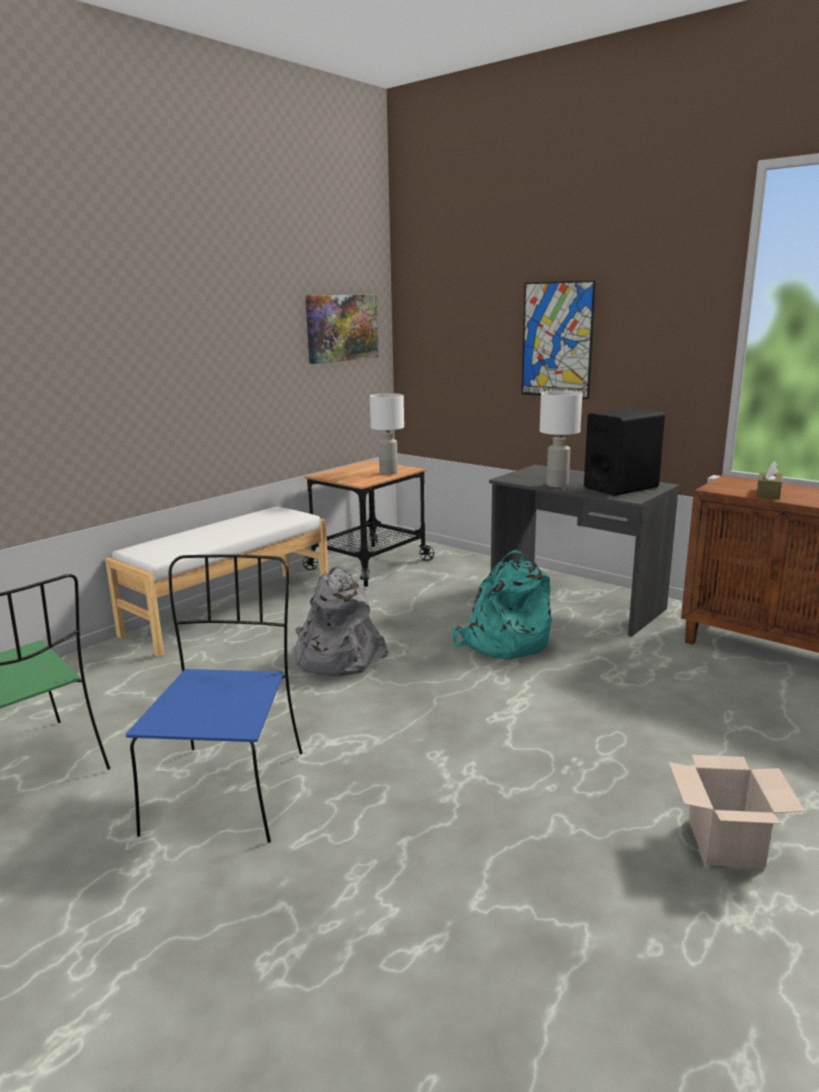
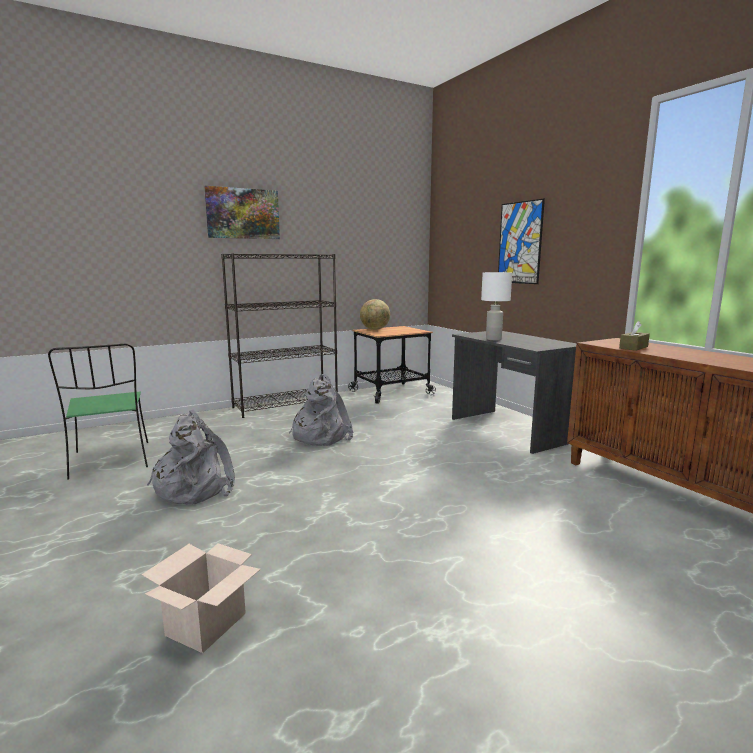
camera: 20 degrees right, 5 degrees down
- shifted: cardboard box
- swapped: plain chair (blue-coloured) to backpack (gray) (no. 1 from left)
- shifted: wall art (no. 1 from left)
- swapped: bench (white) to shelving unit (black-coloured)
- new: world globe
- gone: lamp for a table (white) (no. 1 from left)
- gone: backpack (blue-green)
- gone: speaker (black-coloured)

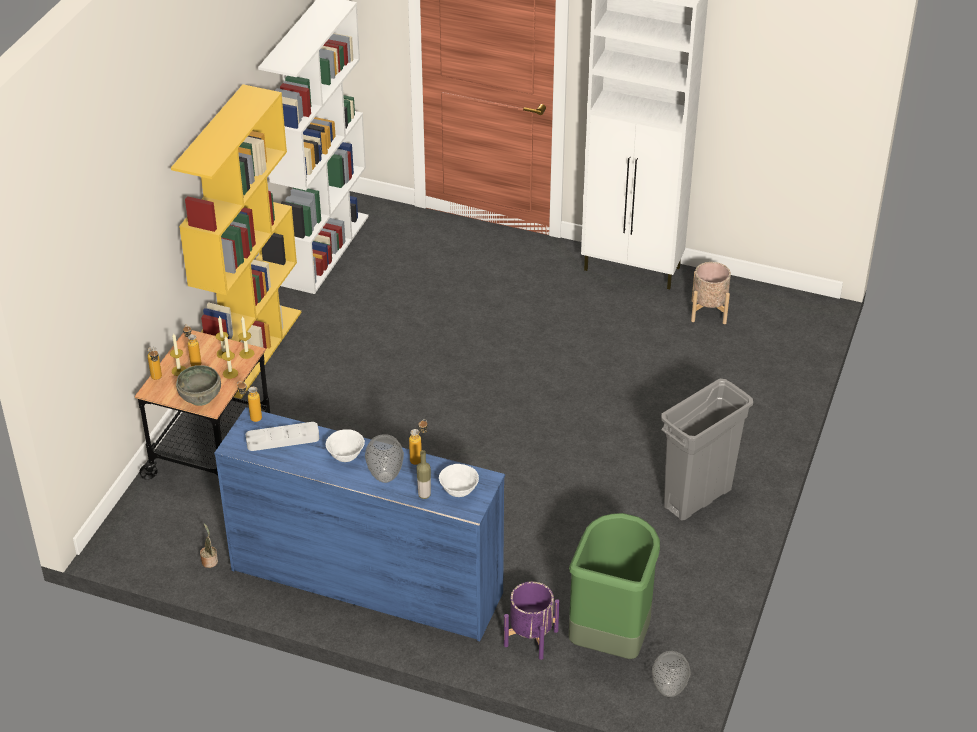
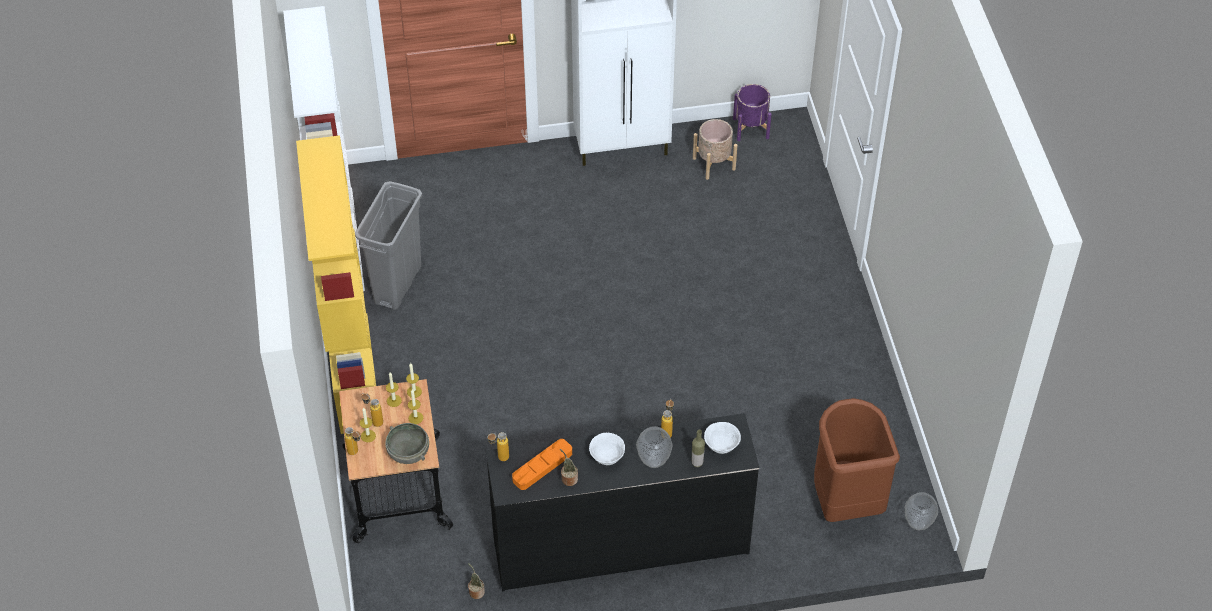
camera: 30 degrees left, 10 degrees up
- shifted: waste bin (gray)
- repainted: dresser (blue-coloured) to dresser (black-coloured)
- repainted: carrying tray (gray) to carrying tray (orange-coloured)
- new: plant in a pot (no. 2 from left)
- shifted: flower pot (purple-coloured)
- repainted: waste bin (green) to waste bin (brown-coloured)

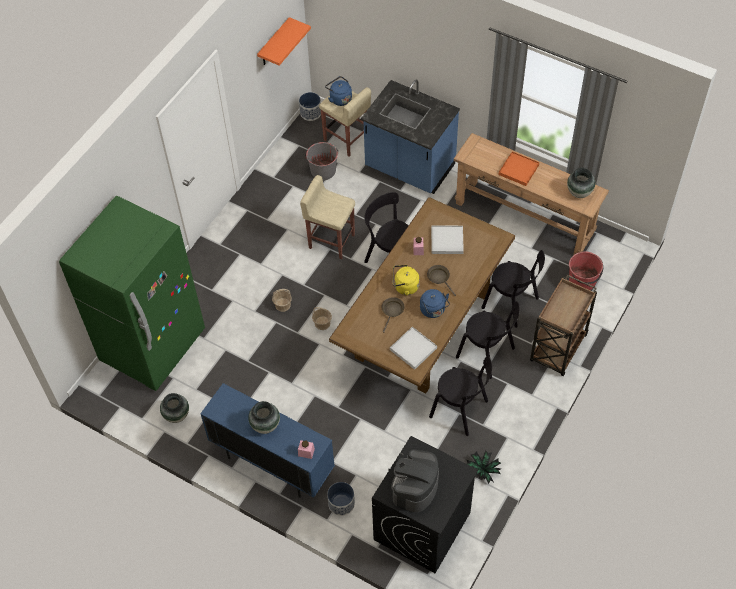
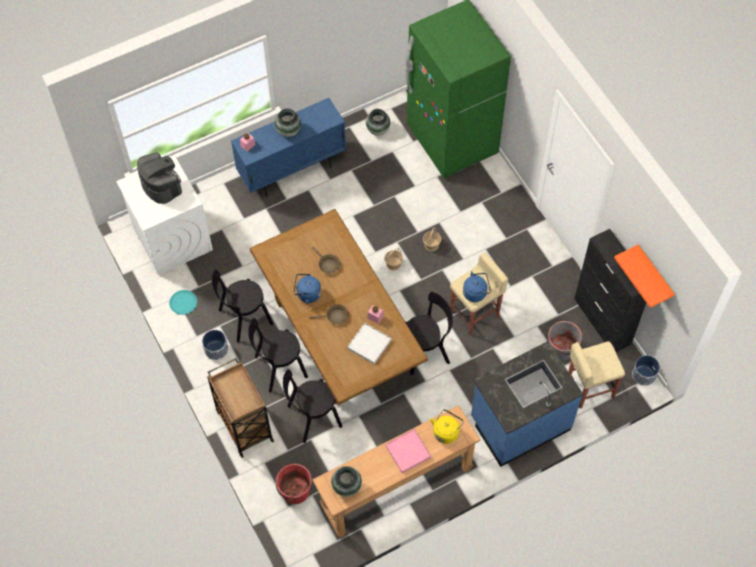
camera: 120 degrees right, 5 degrees up
- repainted: laundry appliance (black-coloured) to laundry appliance (white)
- swapped: plant in a pot to flat dish (blue-green)
- shifted: flower pot (no. 2 from left in the first image) to flower pot (no. 1 from left)
- repainted: carrying tray (orange-coloured) to carrying tray (pinkish)
- shifted: tea kettle (yellowish)
- shifted: tea kettle (blue-coloured) (no. 1 from left in the first image) to tea kettle (blue-coloured) (no. 2 from left)
- new: storage cabinet (black-coloured)
- gone: carrying tray (white) (no. 1 from left)

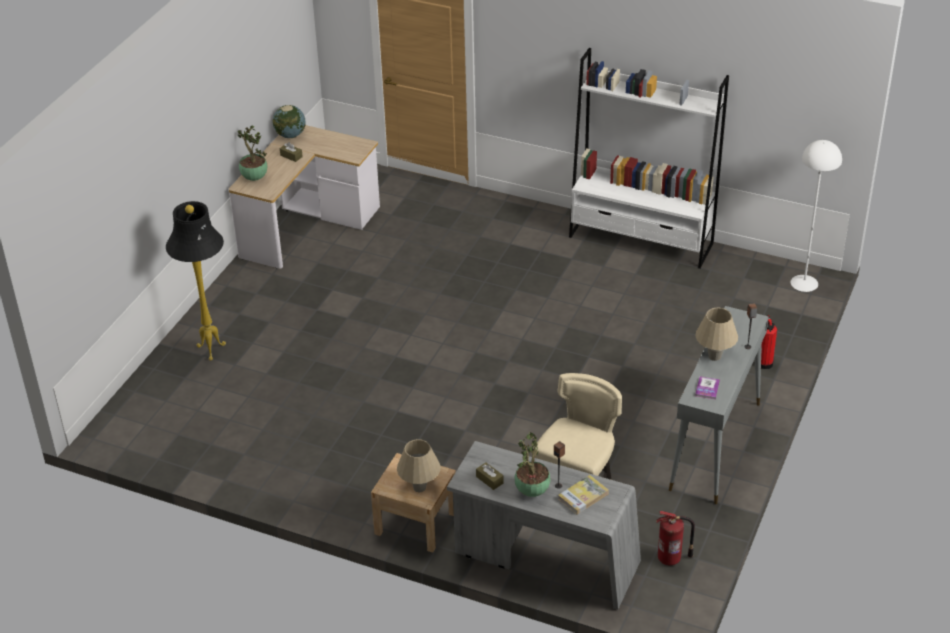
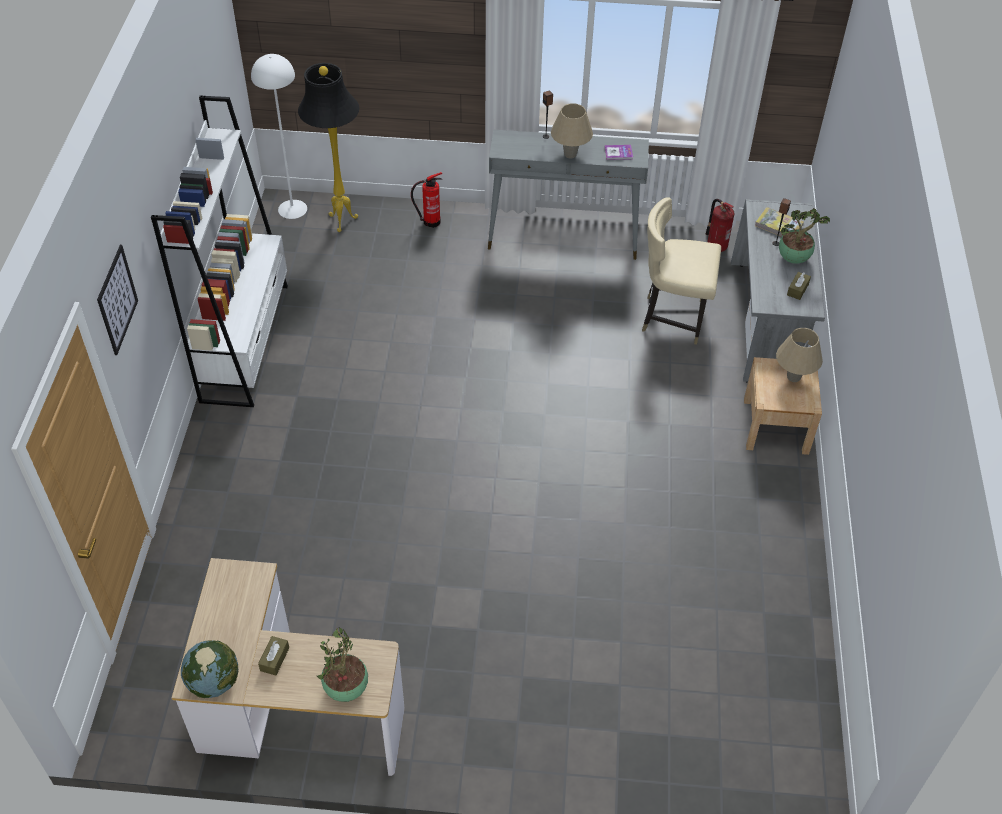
camera: 110 degrees left, 10 degrees up
- new: wall art
- shifted: standing lamp (black-coloured)

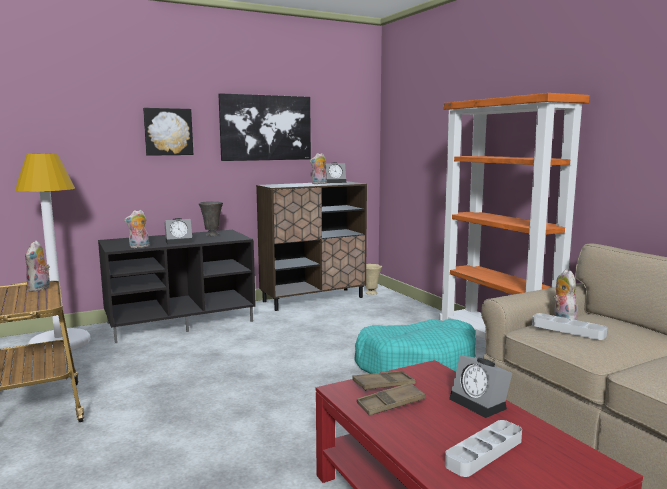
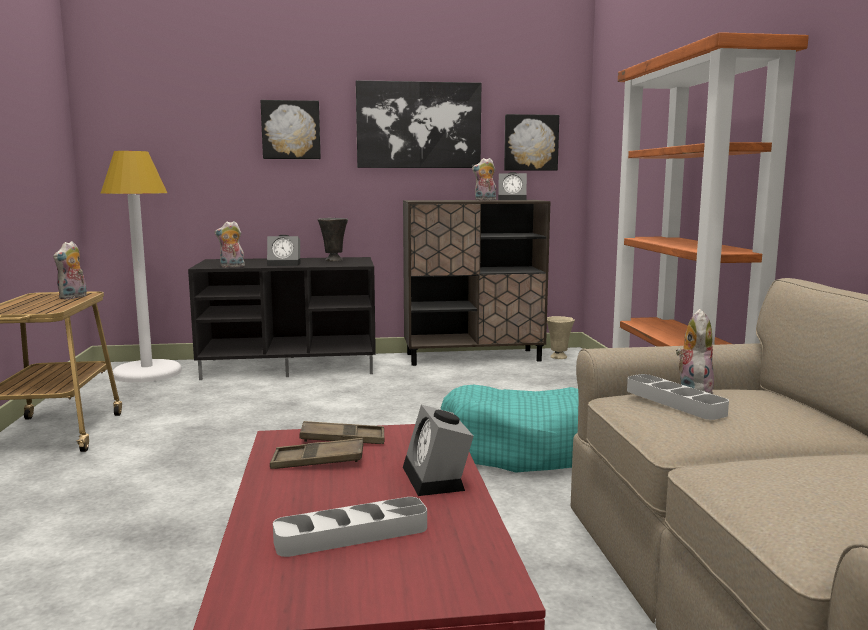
camera: 20 degrees right, 0 degrees up
- new: wall art (no. 3 from left)

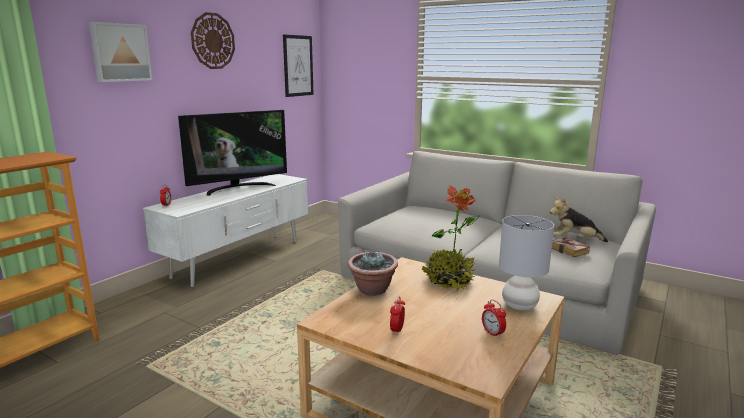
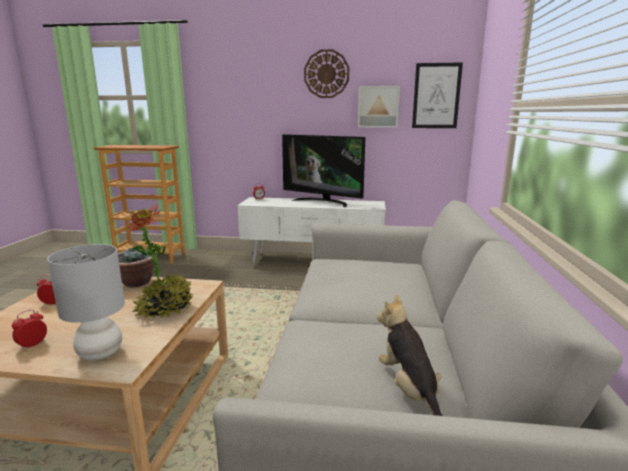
camera: 65 degrees right, 0 degrees up
- shifted: wall art (no. 1 from left)
- gone: volume

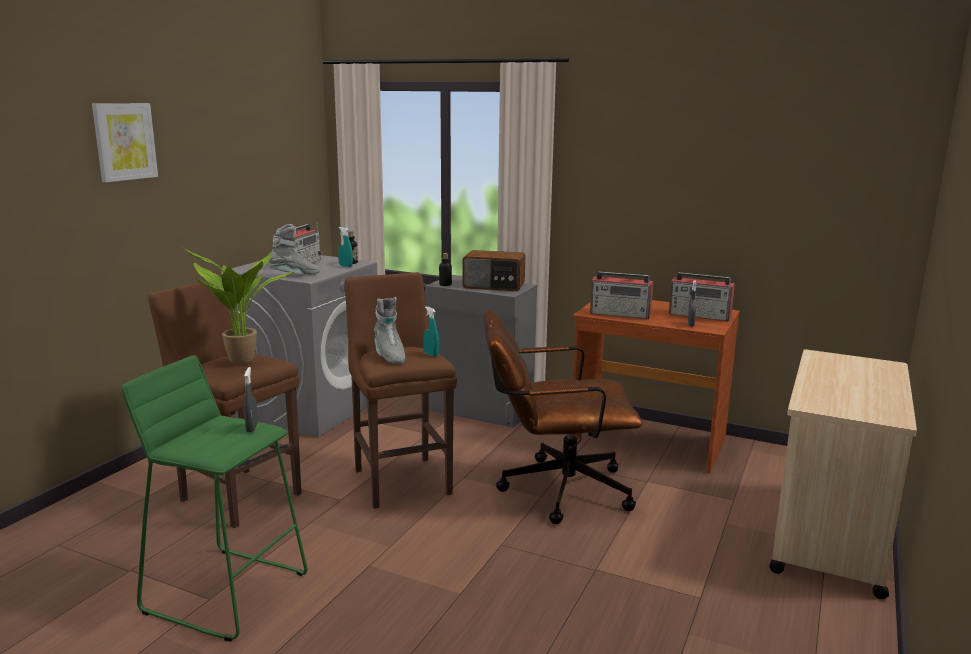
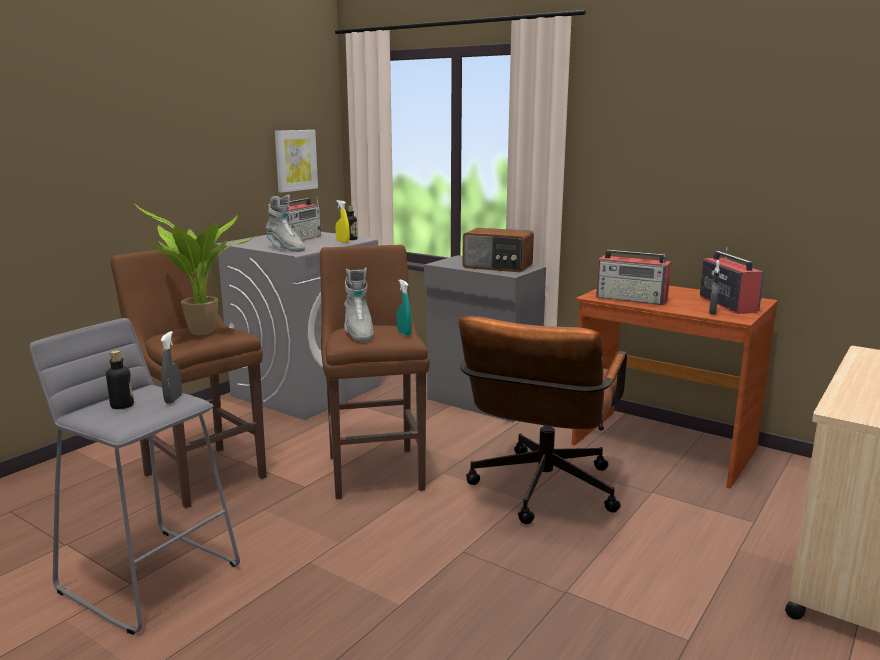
camera: 10 degrees right, 0 degrees up
- repainted: sitting stool (green) to sitting stool (gray)
- shifted: beverage bottle (no. 2 from left in the first image) to beverage bottle (no. 1 from left)
- rotated: boot (gray) (no. 1 from left) 60 degrees clockwise
- shifted: wall art
- repainted: sprayer (blue-green) (no. 1 from left) to sprayer (yellowish)
- rotated: office chair (brown-coloured) 75 degrees counterclockwise
- rotated: radio (no. 4 from left) 135 degrees counterclockwise

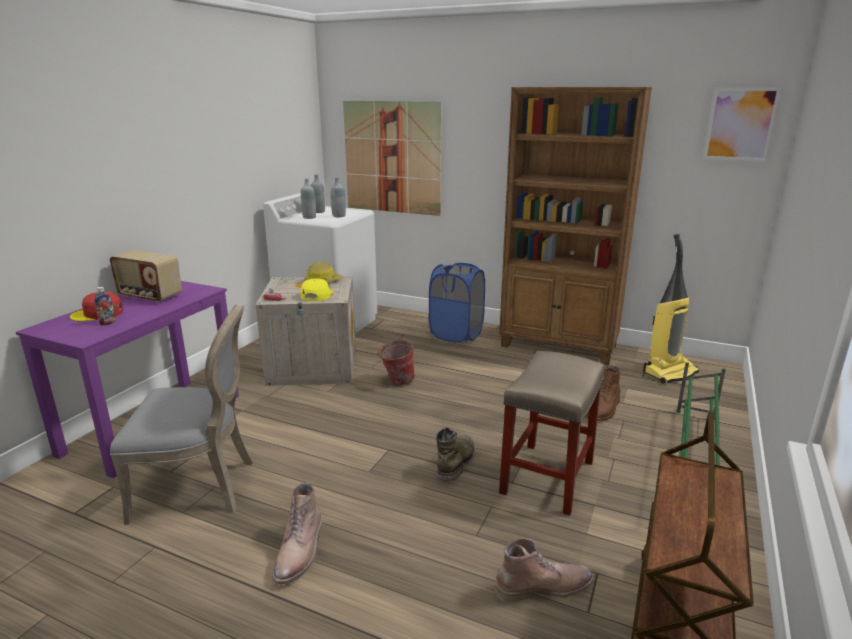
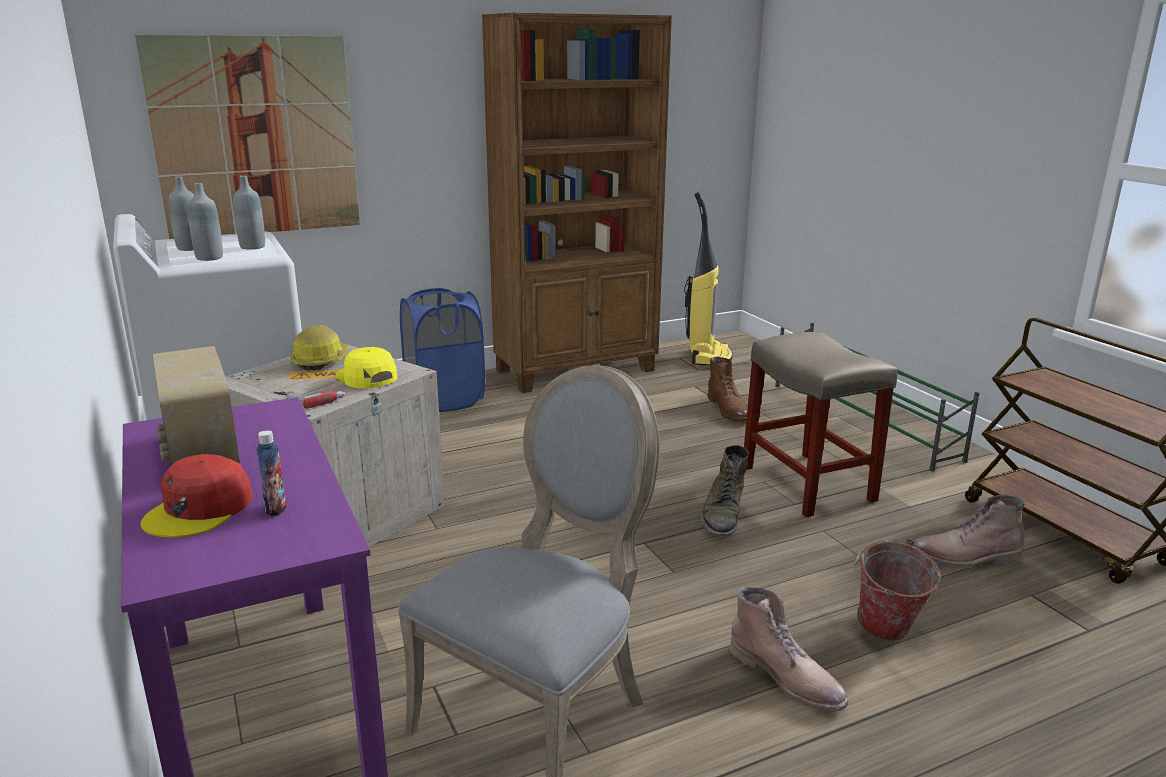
camera: 50 degrees left, 0 degrees up
- rotated: radio 90 degrees clockwise
- rotated: boot (green) 135 degrees counterclockwise
- shifted: water bucket
- rotated: boot (brown-coloured) (no. 2 from left in the first image) 120 degrees counterclockwise
- gone: wall art (no. 2 from left)

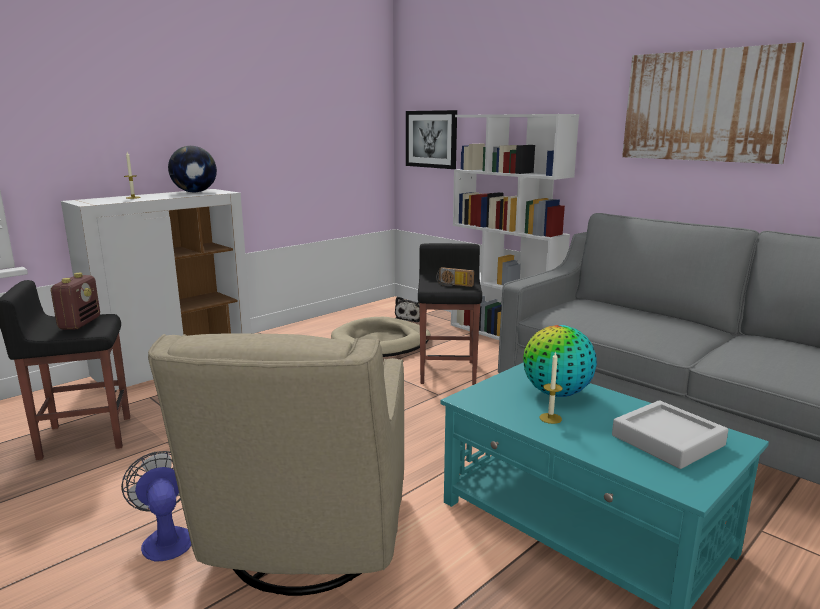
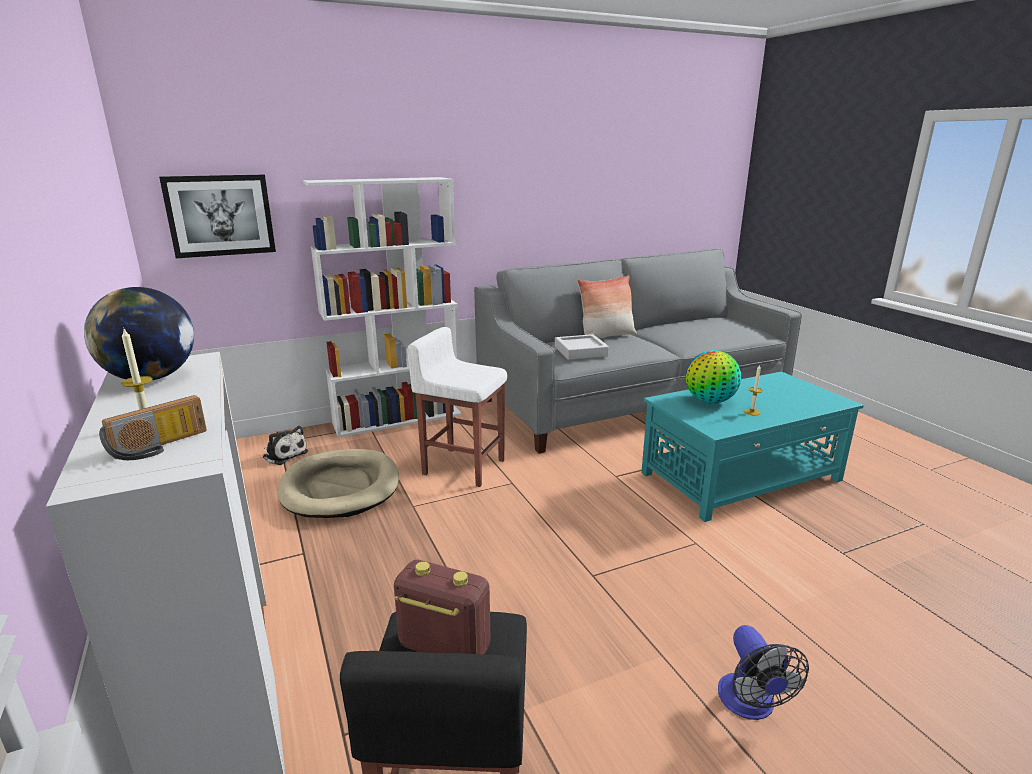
camera: 70 degrees left, 5 degrees up
- shifted: radio (no. 2 from left in the first image) to radio (no. 1 from left)
- repainted: sitting stool (black-coloured) (no. 2 from left) to sitting stool (white)
- shifted: carrying tray (gray)
- new: cushion
- rotated: fan 90 degrees counterclockwise
- gone: lounge chair (sand-coloured)
- gone: wall art (no. 2 from left)

